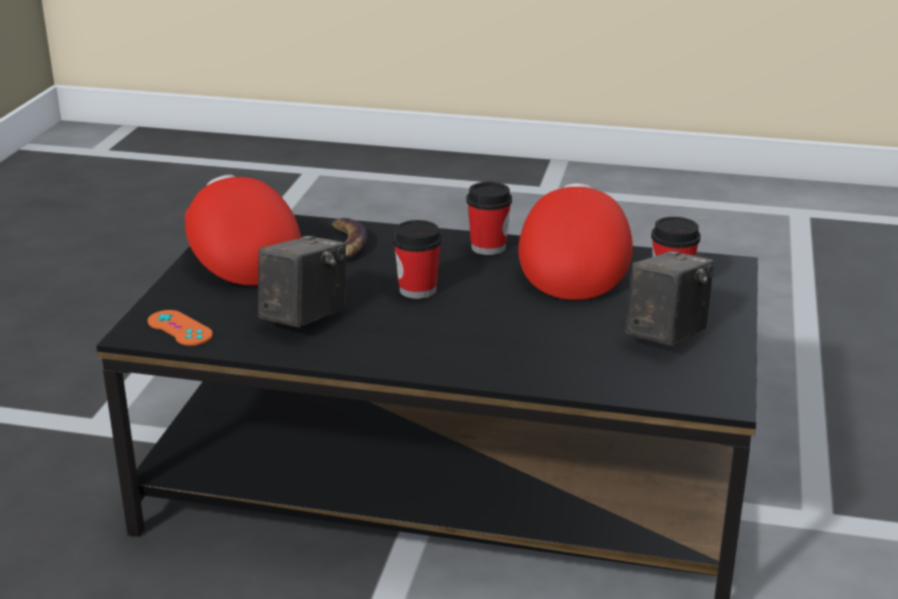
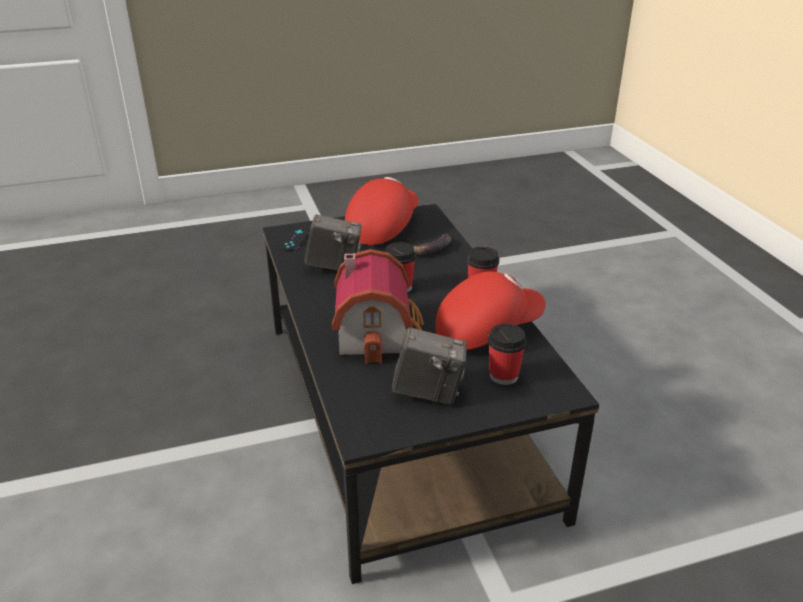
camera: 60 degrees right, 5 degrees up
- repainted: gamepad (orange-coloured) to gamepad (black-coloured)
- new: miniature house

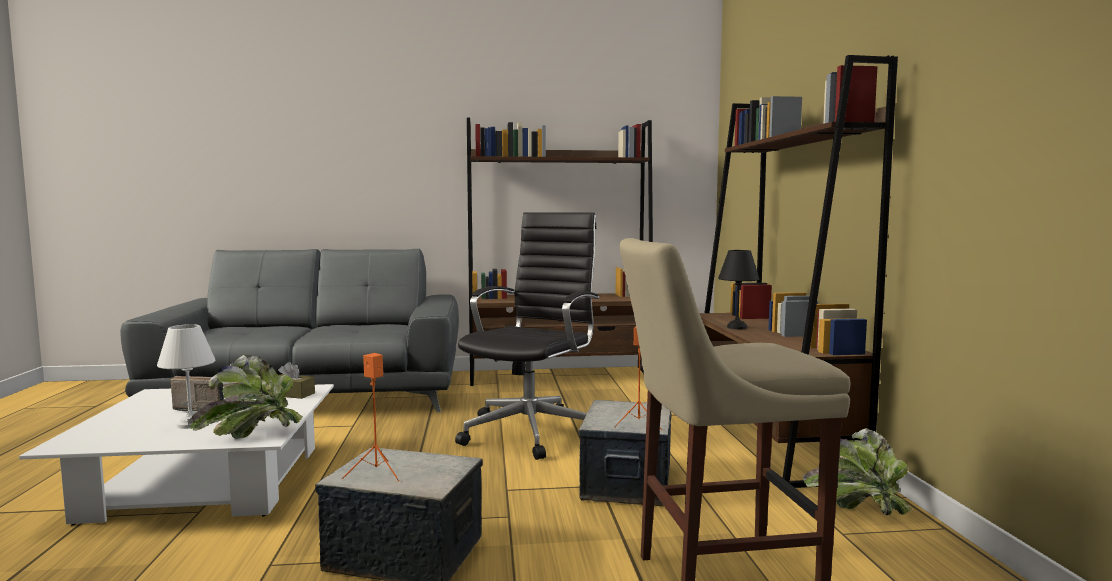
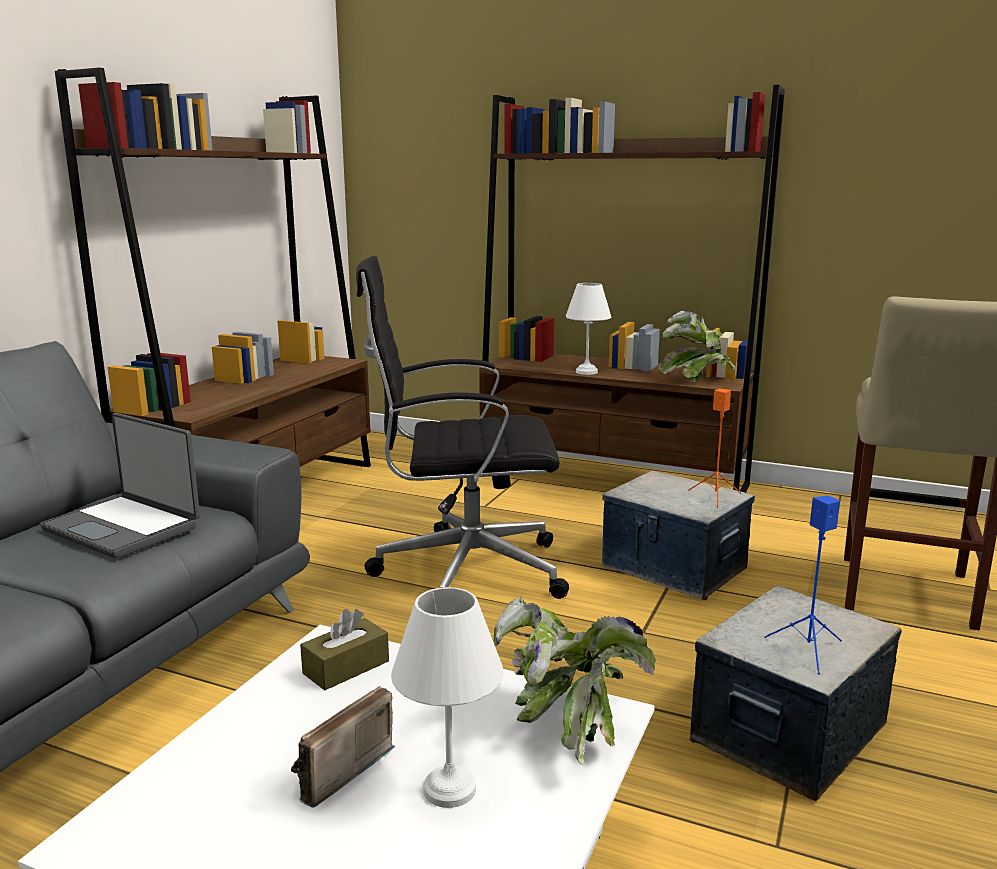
camera: 60 degrees left, 10 degrees up
- new: laptop
- rotated: office chair (black-coloured) 60 degrees counterclockwise
- repainted: lamp for a table (black-coloured) to lamp for a table (white) (no. 2 from left)
- shifted: plant in a pot (no. 2 from left)
- repainted: speaker (orange-coloured) (no. 1 from left) to speaker (blue-coloured)

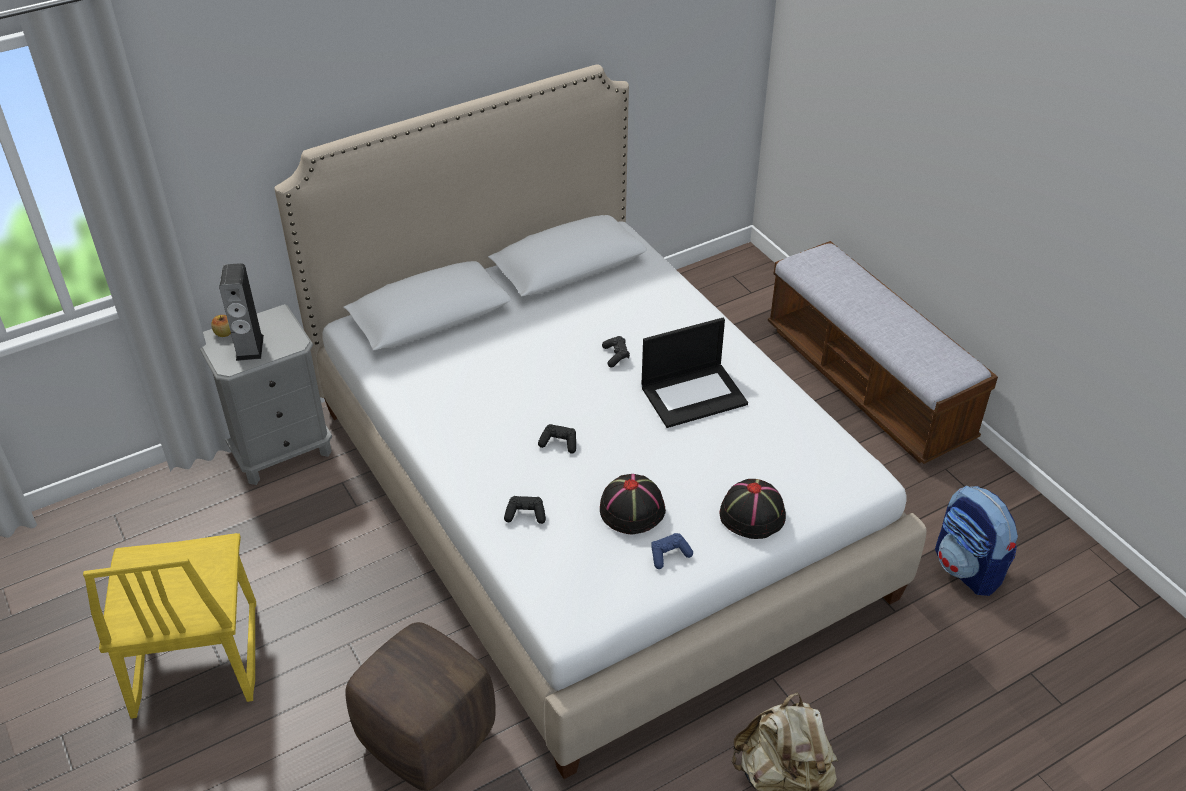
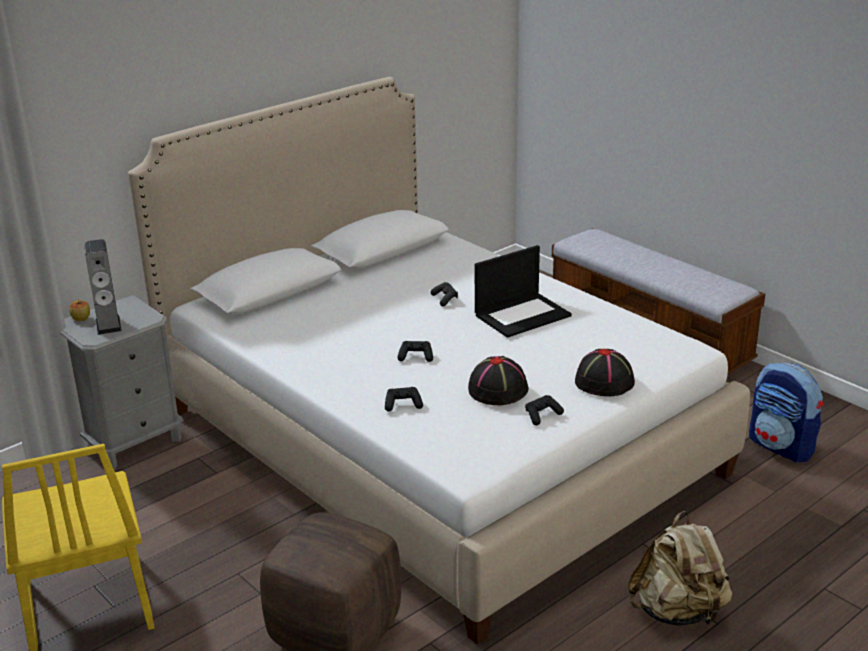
camera: 10 degrees left, 15 degrees down
- repainted: gamepad (blue-coloured) to gamepad (black-coloured) (no. 4 from left)

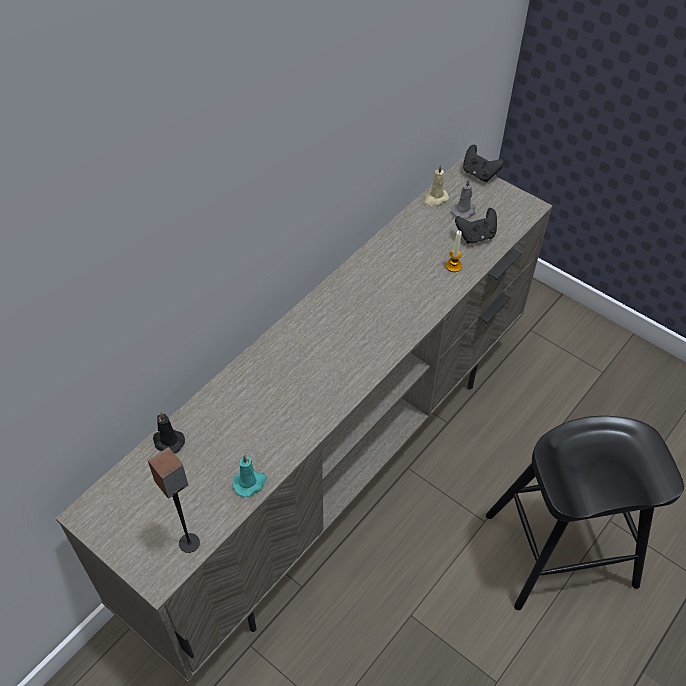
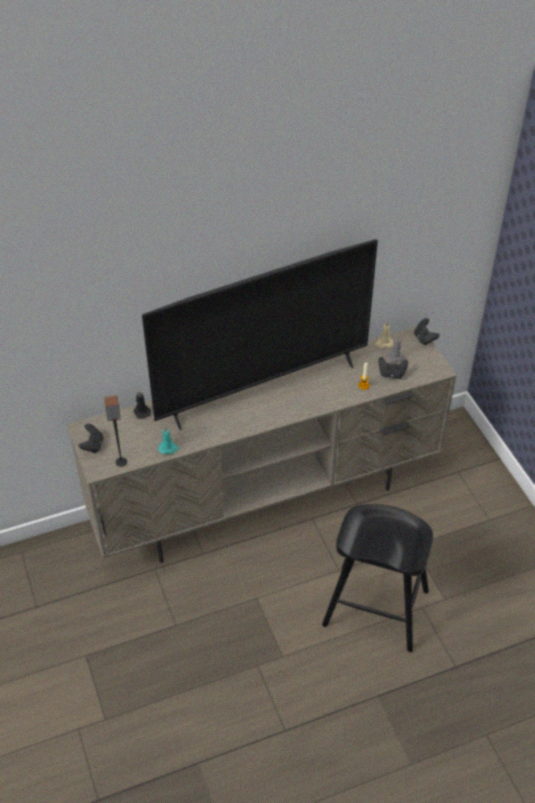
camera: 30 degrees right, 5 degrees down
- new: gamepad (black-coloured) (no. 1 from left)
- new: television

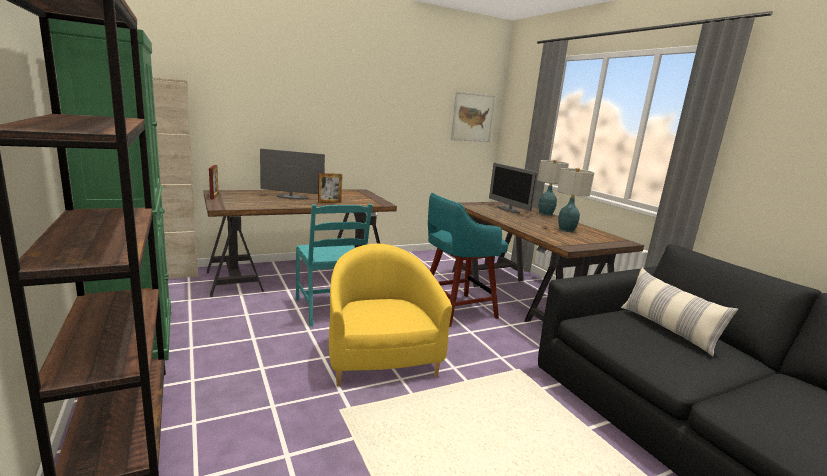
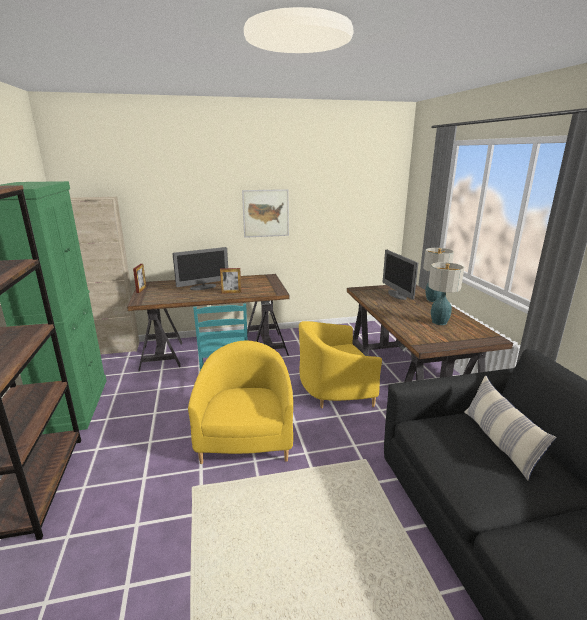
camera: 15 degrees right, 5 degrees up
- rotated: computer screen (no. 1 from left) 135 degrees clockwise
- shifted: wall art
- swapped: sitting stool (blue-green) to lounge chair (yellowish) (no. 2 from left)

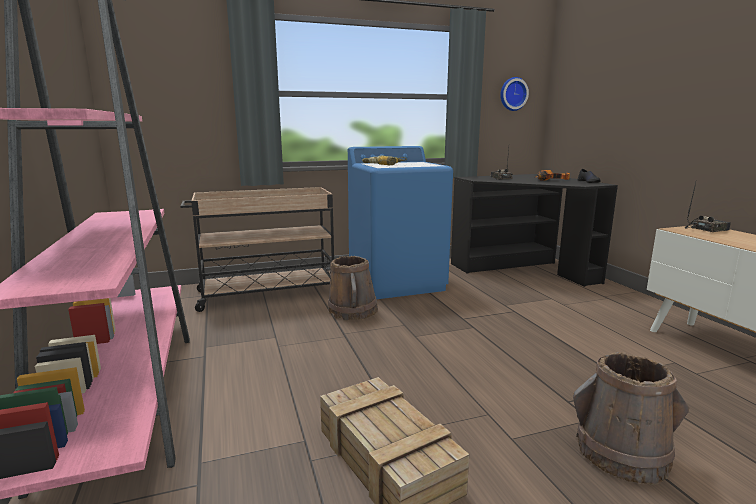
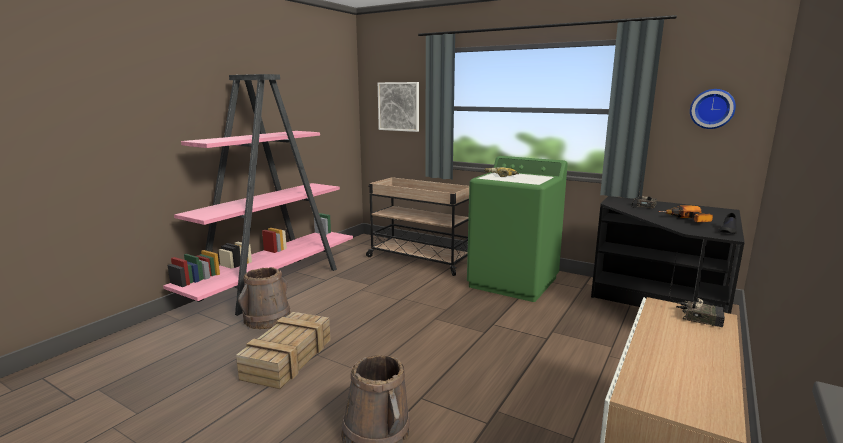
camera: 50 degrees right, 0 degrees up
- shifted: water bucket (brown-coloured) (no. 1 from left)
- new: wall art
- repainted: laundry appliance (blue-coloured) to laundry appliance (green)

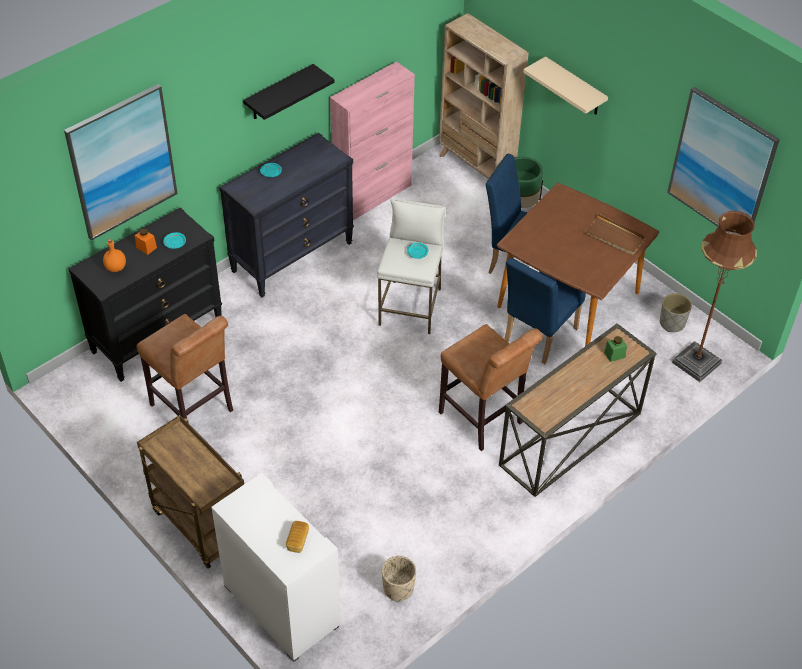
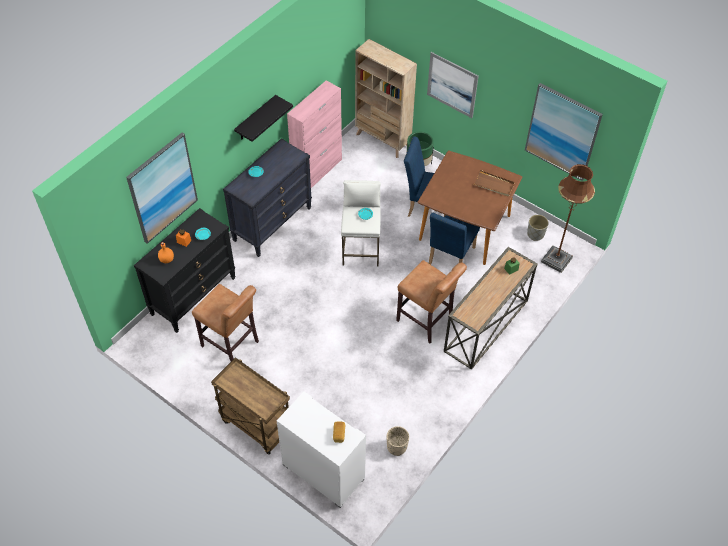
camera: 10 degrees left, 5 degrees up
- swapped: bracket shelf (sand-coloured) to wall art (no. 2 from left)

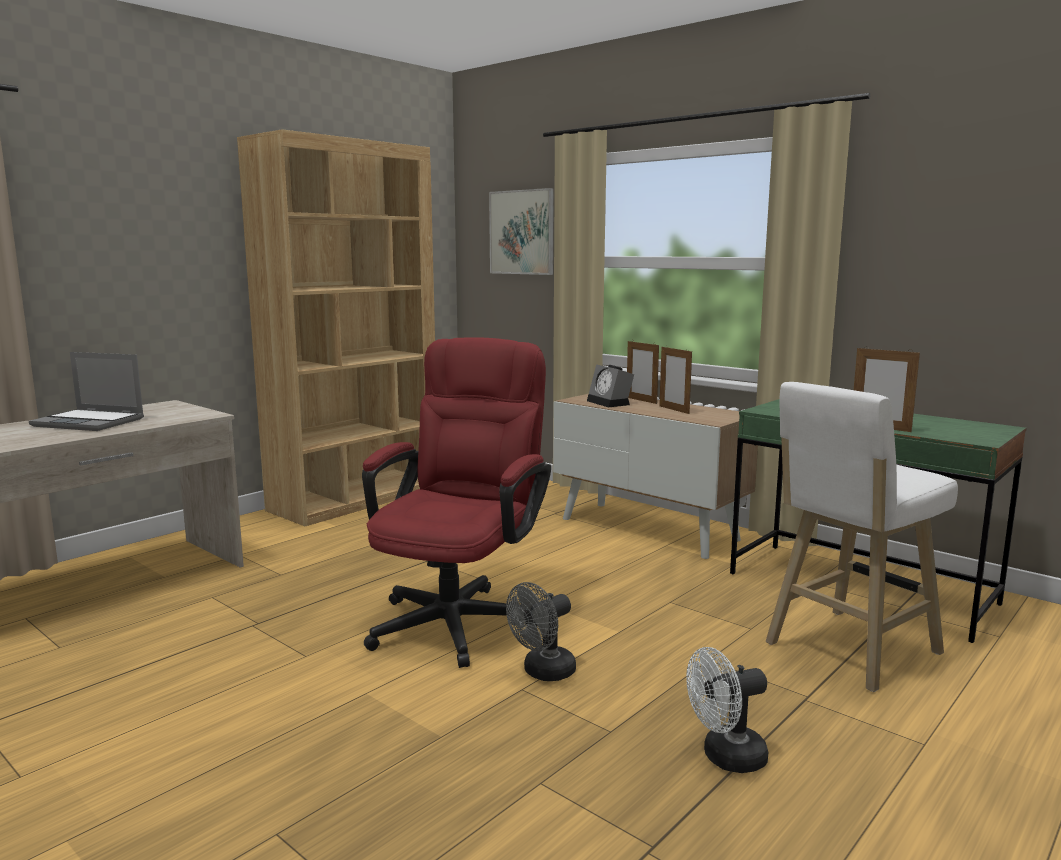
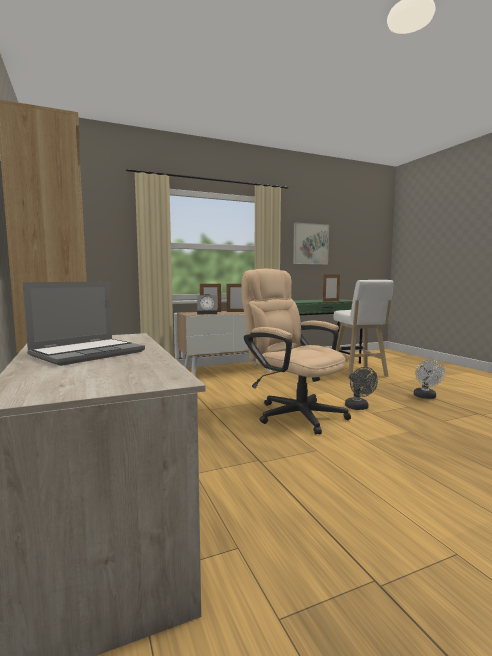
camera: 65 degrees left, 5 degrees down
- repainted: office chair (red-coloured) to office chair (sand-coloured)
- shifted: wall art

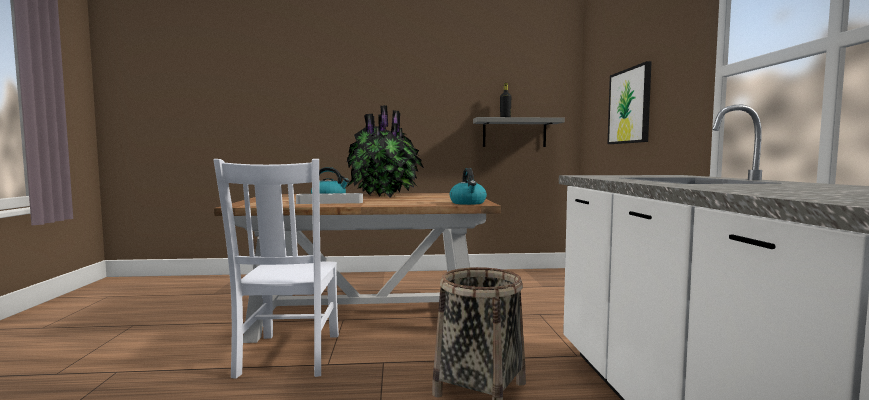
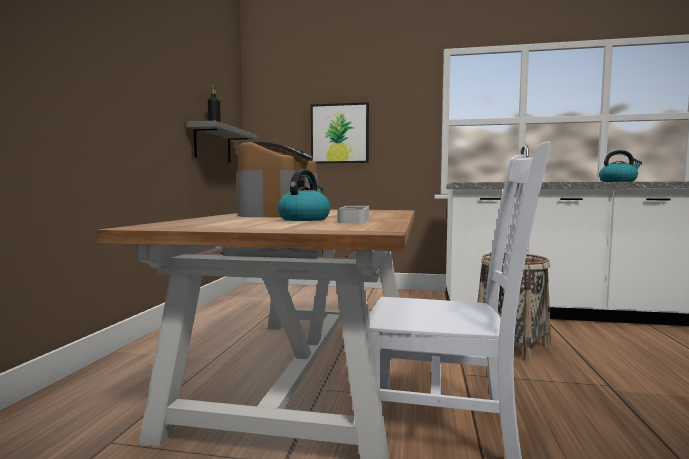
camera: 75 degrees left, 0 degrees up
- swapped: plant in a pot to coffee machine
- shifted: tea kettle (no. 2 from left)

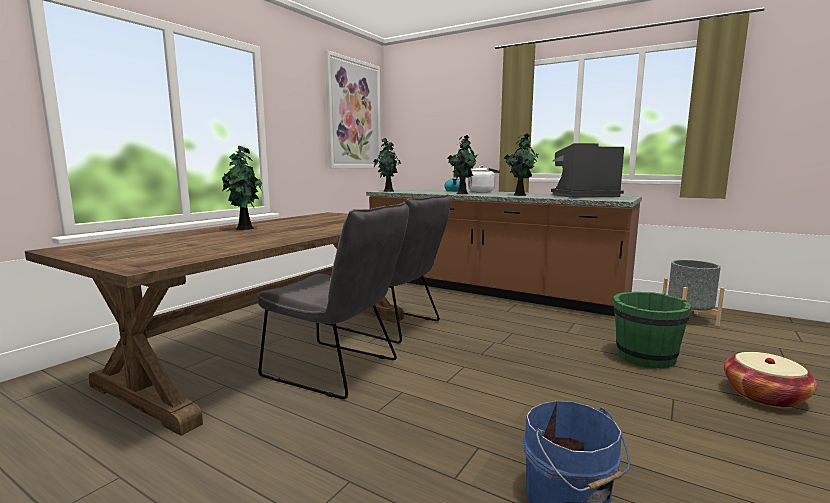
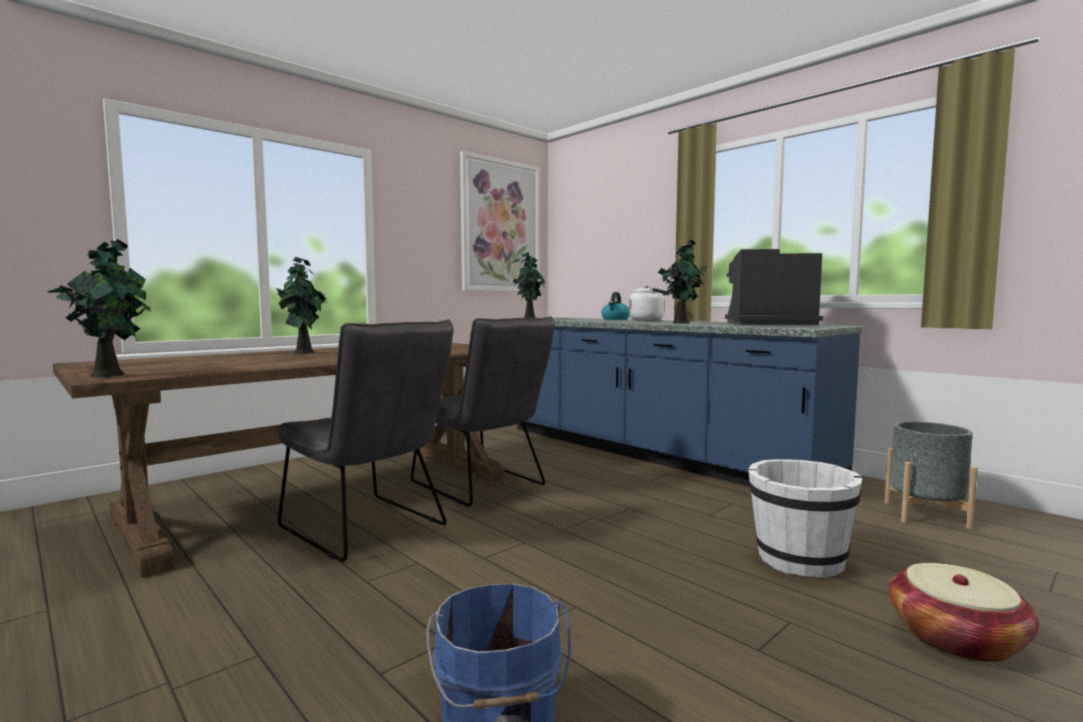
camera: 15 degrees right, 5 degrees down
- shifted: plant in a pot (no. 3 from left in the first image) to plant in a pot (no. 1 from left)
- repainted: counter (brown-coloured) to counter (blue-coloured)
- repainted: water bucket (green) to water bucket (white)

